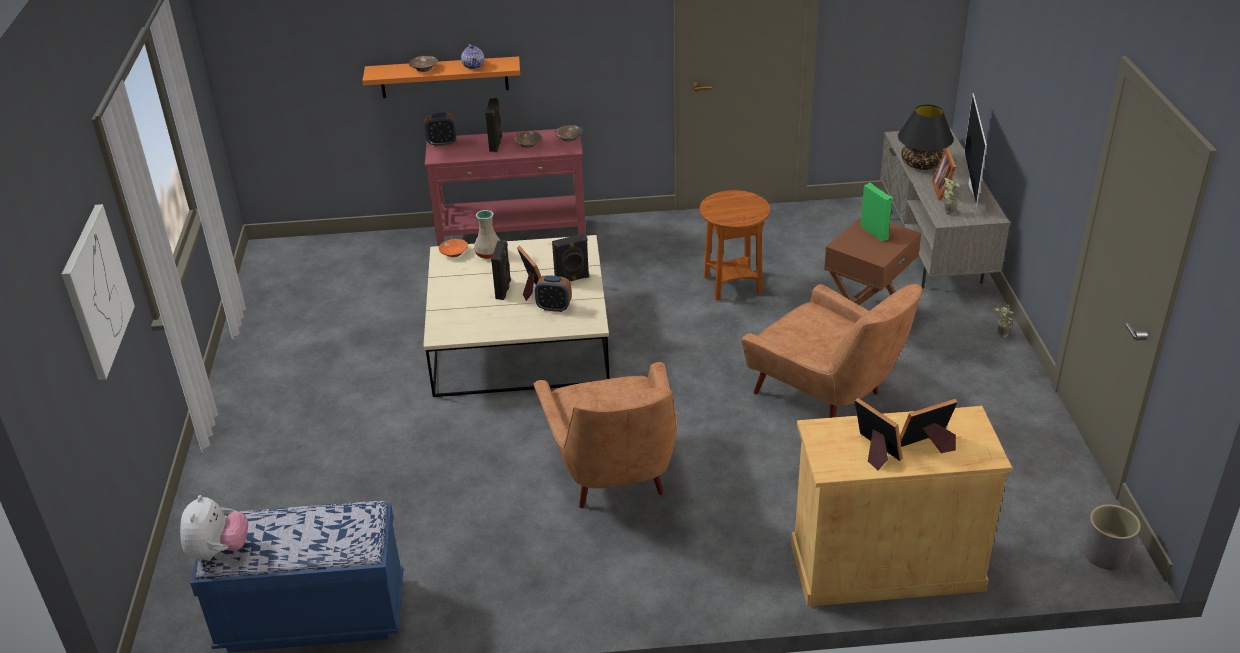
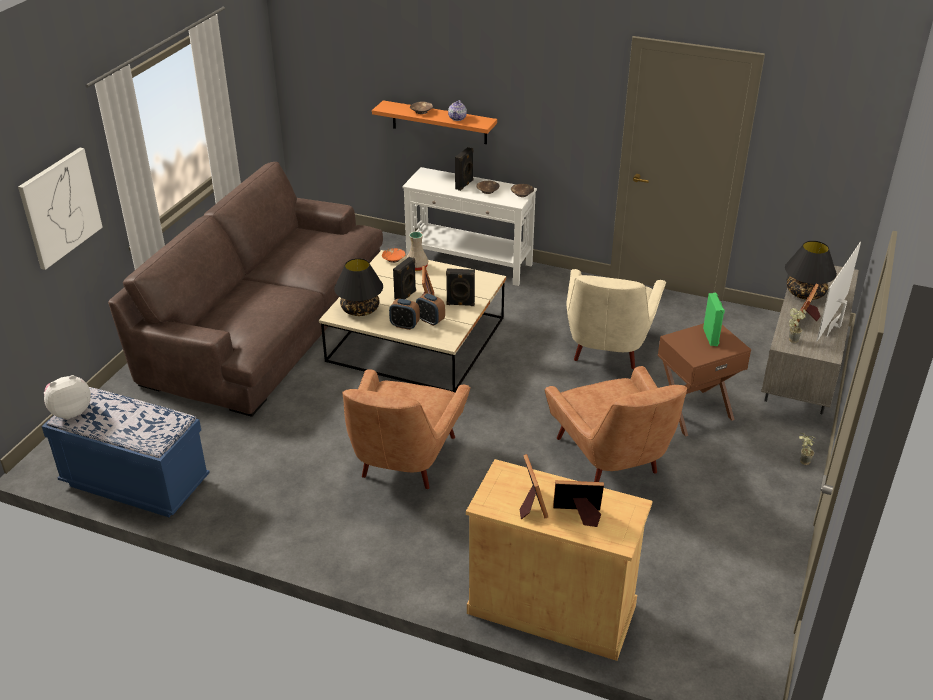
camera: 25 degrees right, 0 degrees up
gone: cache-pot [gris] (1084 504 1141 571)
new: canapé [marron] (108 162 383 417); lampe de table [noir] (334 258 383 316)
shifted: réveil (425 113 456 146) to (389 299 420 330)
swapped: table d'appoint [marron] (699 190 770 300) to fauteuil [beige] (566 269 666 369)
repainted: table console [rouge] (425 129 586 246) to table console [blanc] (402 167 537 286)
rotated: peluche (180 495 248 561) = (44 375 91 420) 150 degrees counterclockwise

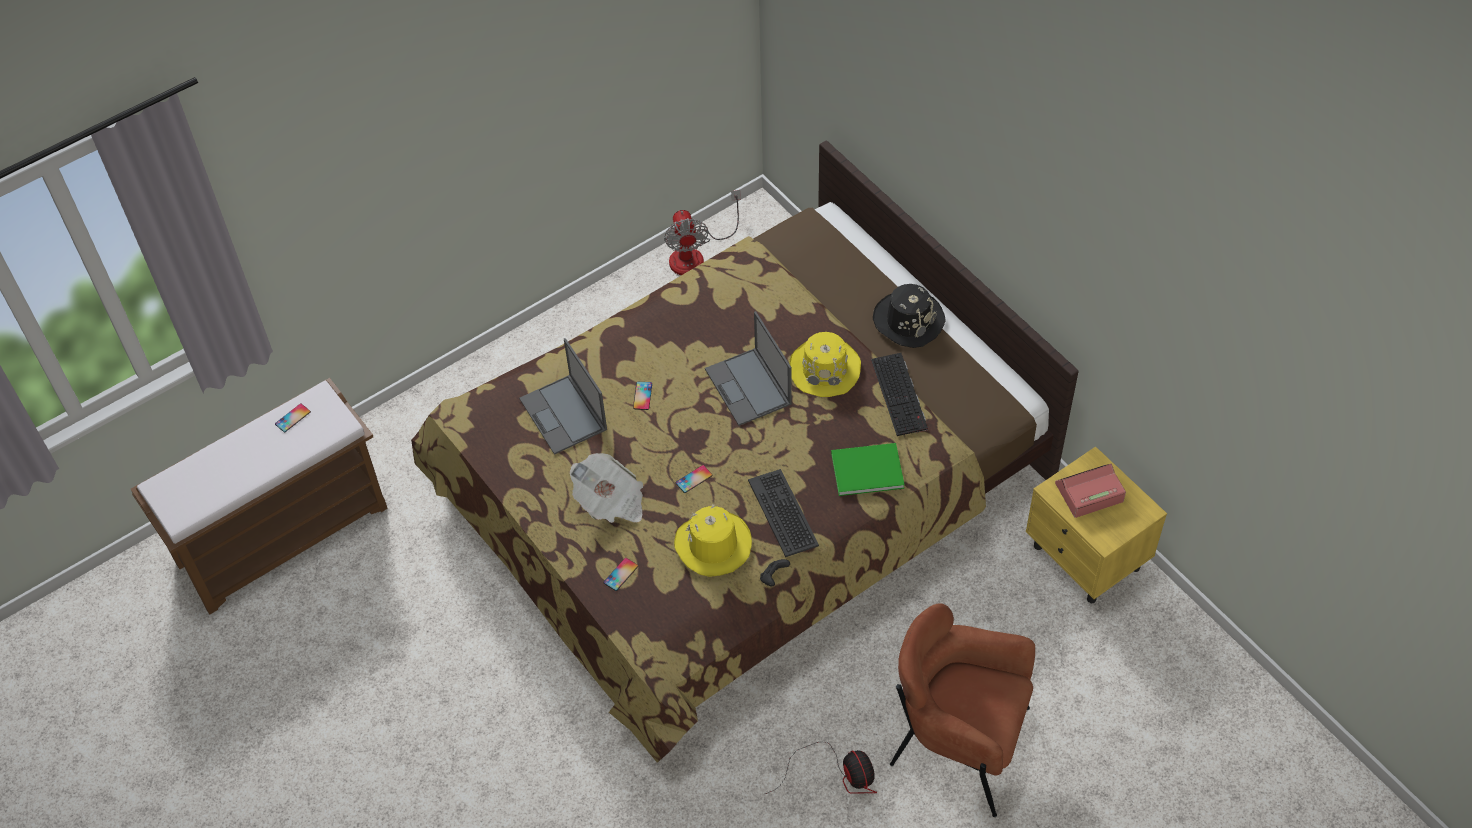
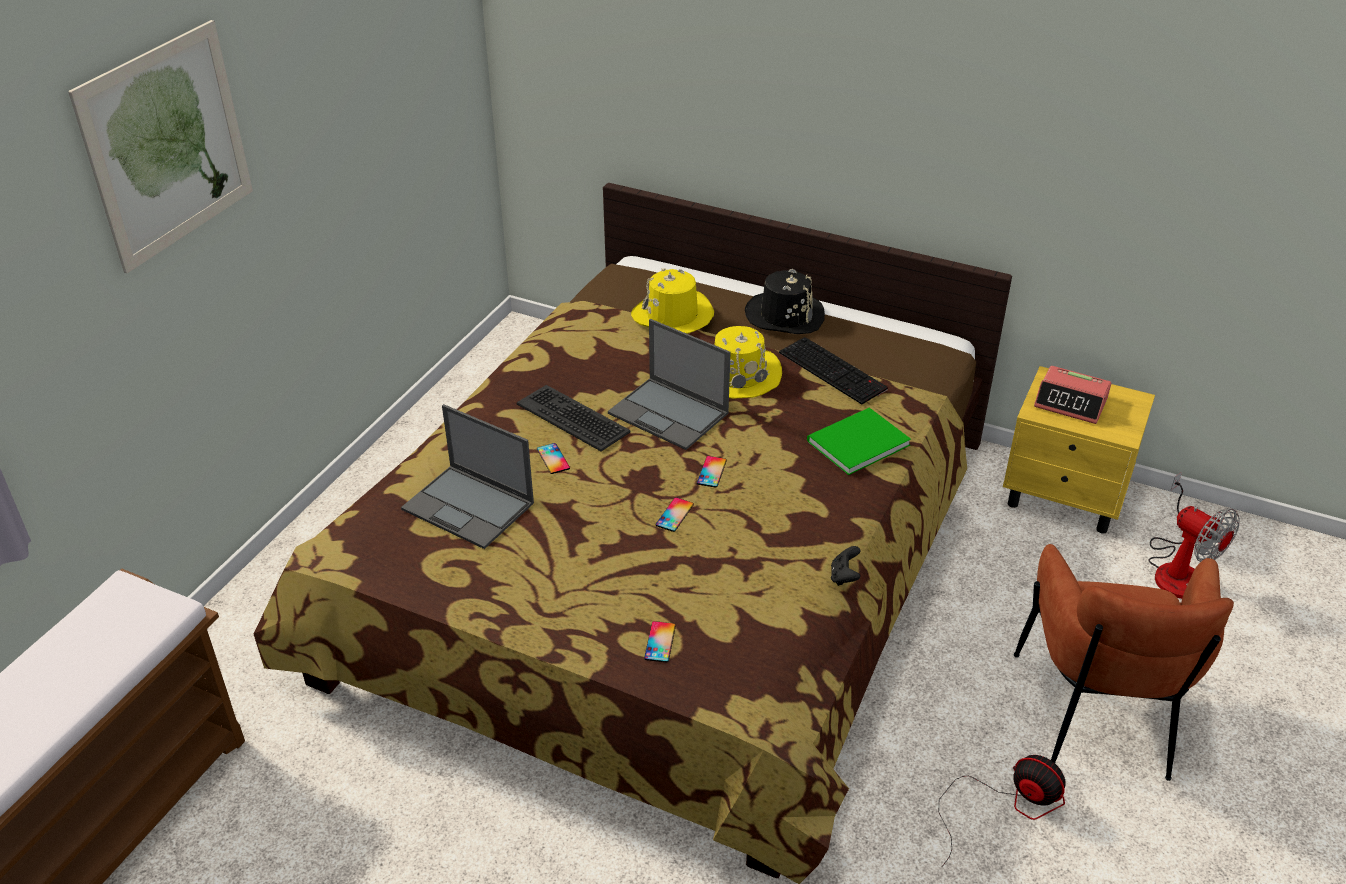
camera: 30 degrees left, 15 degrees down
gone: journal (570 453 643 523)
new: tableau (68 20 253 273)
shifted: téléphone (275 403 311 432) to (697 456 727 488); ventilateur (664 190 741 275) to (1148 472 1240 599); chapeau [jaune] (674 504 752 577) to (631 268 714 334); clavier (748 469 819 557) to (516 385 631 452)
rotated: fauteuil [marron] (890 604 1035 817) = (1014 544 1234 781) 75 degrees counterclockwise; réveil (1055 464 1126 518) = (1034 366 1112 424) 105 degrees counterclockwise

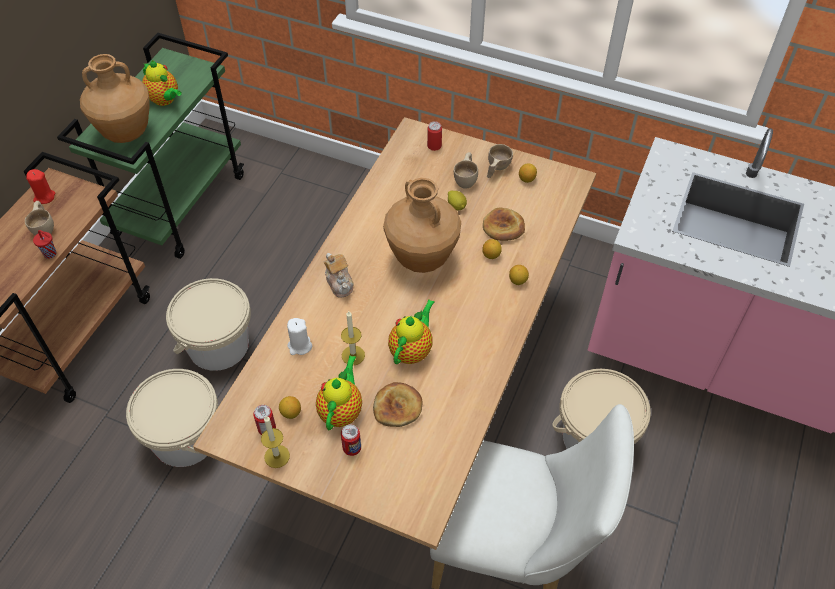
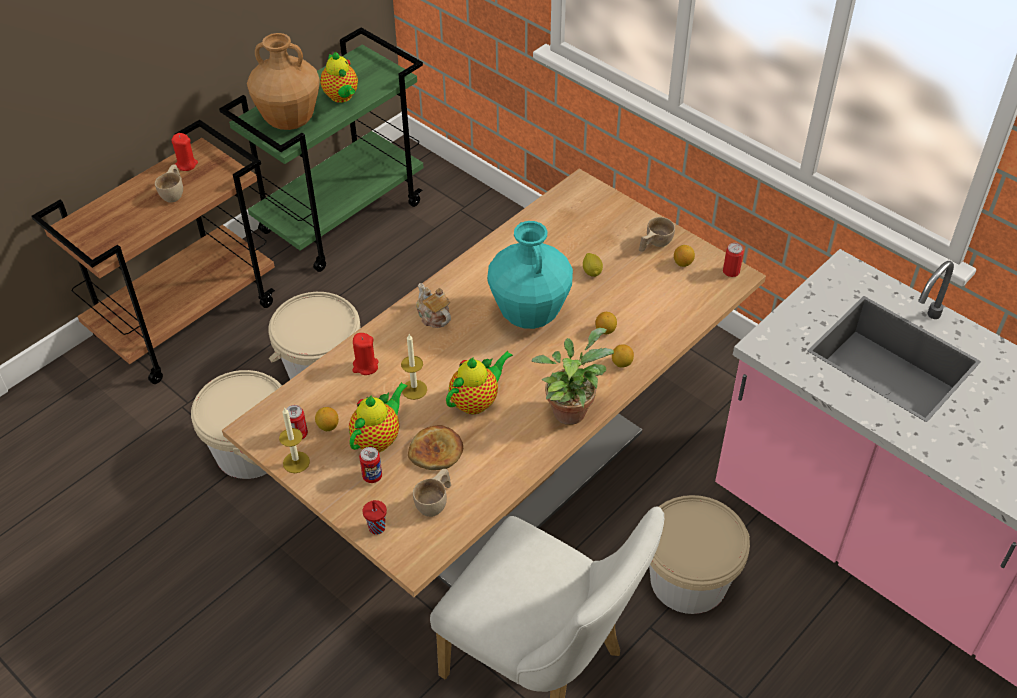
camera: 20 degrees right, 5 degrees down
gone: pain (483 208 525 241)
new: plante en pot (532 328 614 425)
shifted: tasse [rouge] (33 230 56 259) to (362 500 387 535); boîte métallique (427 121 442 151) to (723 243 744 277); tasse [beige] (454 152 478 189) to (413 469 451 517)
repainted: bougie [blanc] (287 318 312 355) to bougie [rouge] (352 333 379 375); vase [marron] (383 178 461 273) to vase [turquoise] (487 221 573 329)
rotated: théière (324 253 354 298) = (416 283 451 328) 150 degrees clockwise

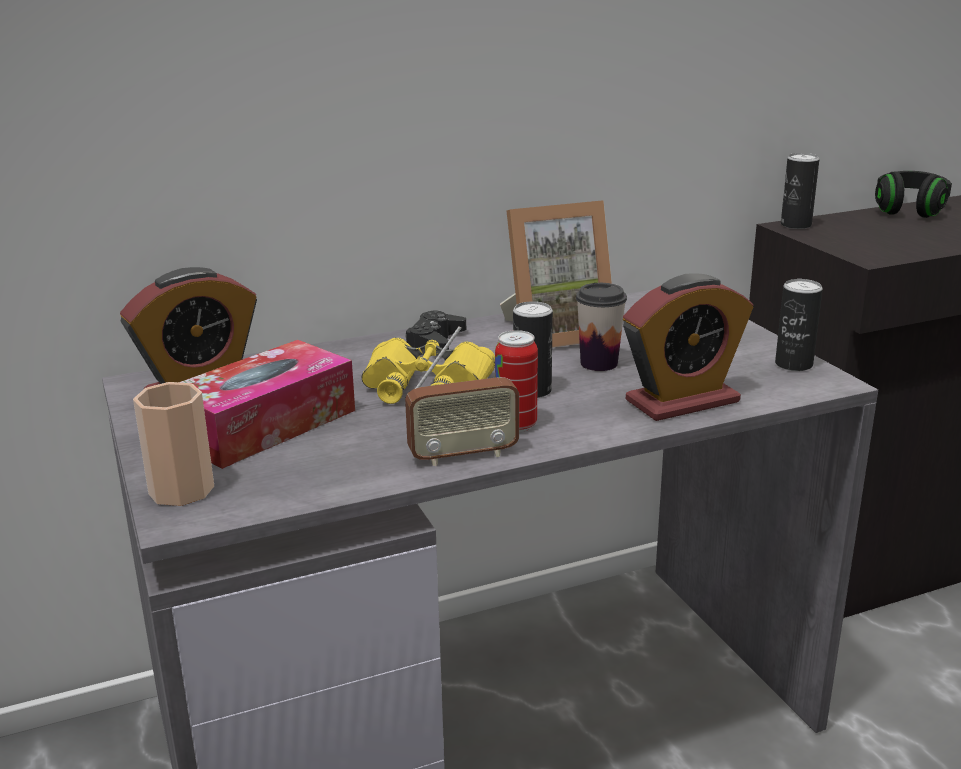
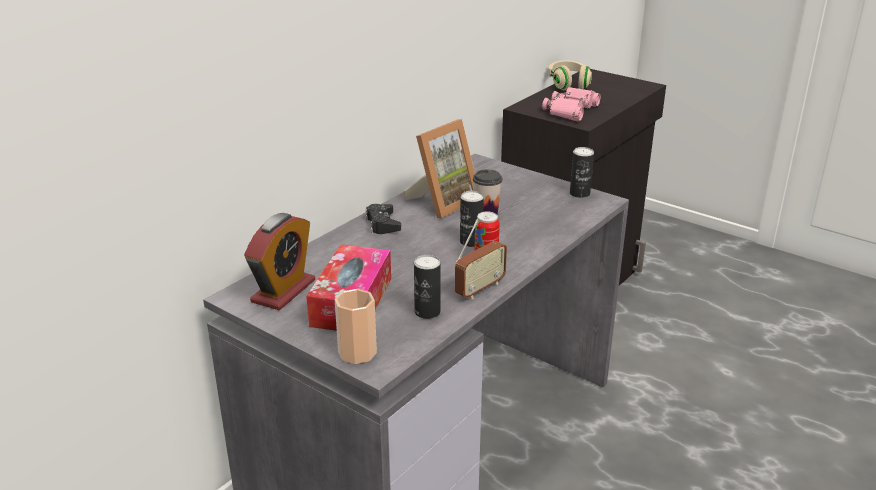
camera: 30 degrees left, 5 degrees up
gone: jumelles [jaune] (362 337 495 404); réveil (623 273 754 421)
new: jumelles [rose] (542 87 601 122)
shifted: boîte métallique (781 153 819 229) to (414 255 441 319)
repainted: casque audio [noir] (875 171 952 218) to casque audio [beige] (548 60 592 90)

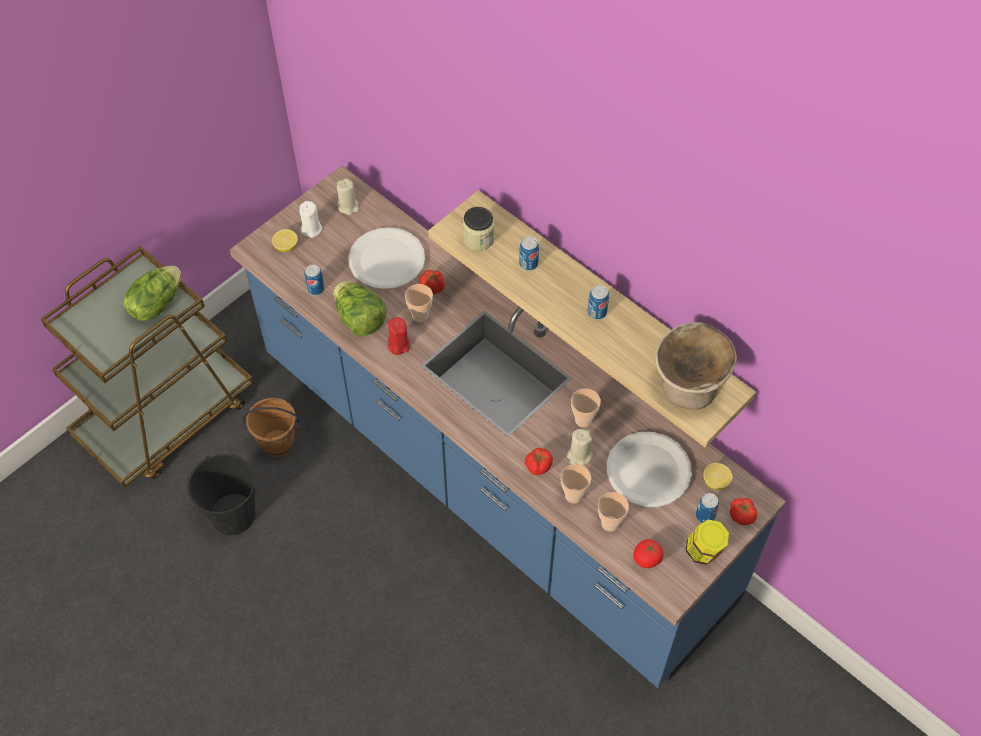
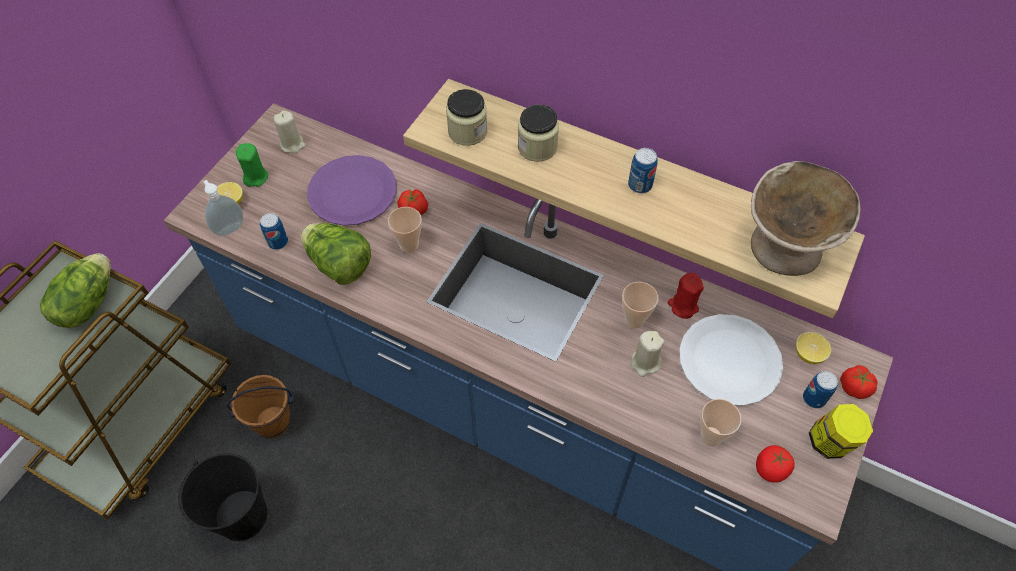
camera: 15 degrees left, 0 degrees up
gone: tomate (525 447 553 475); tasse (560 464 591 503)
new: distributeur de savon (204 180 244 236)
shifted: bougie [rouge] (388 317 410 355) to (668 273 704 319)
swapped: boîte métallique (519 236 539 271) to bocal (518 105 559 162)
repainted: bougie [blanc] (299 201 322 238) to bougie [vert] (236 143 268 187); assiette [blanc] (348 227 425 289) to assiette [violet] (307 155 397 226)

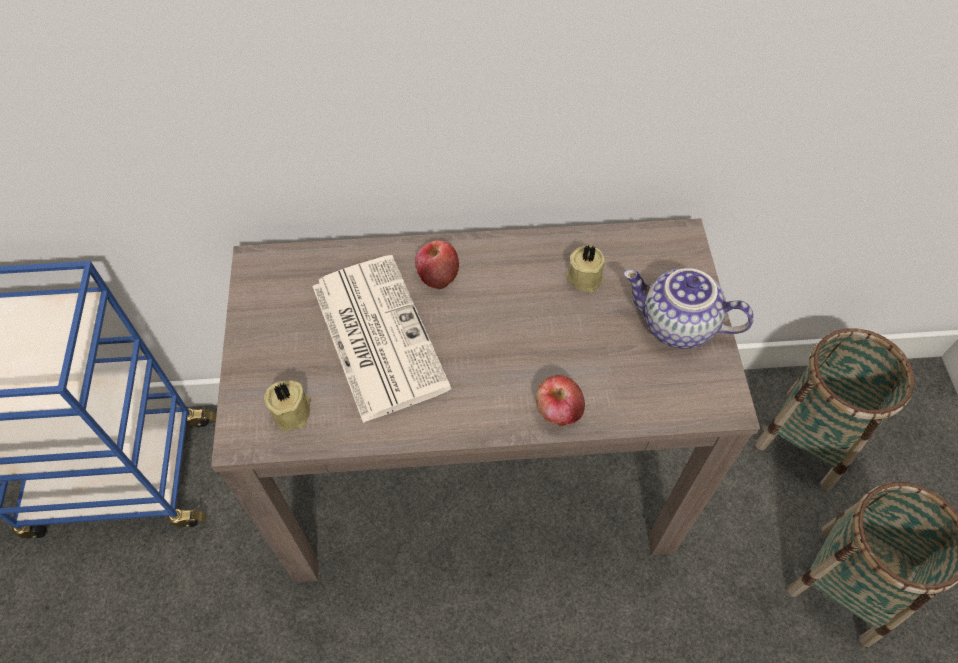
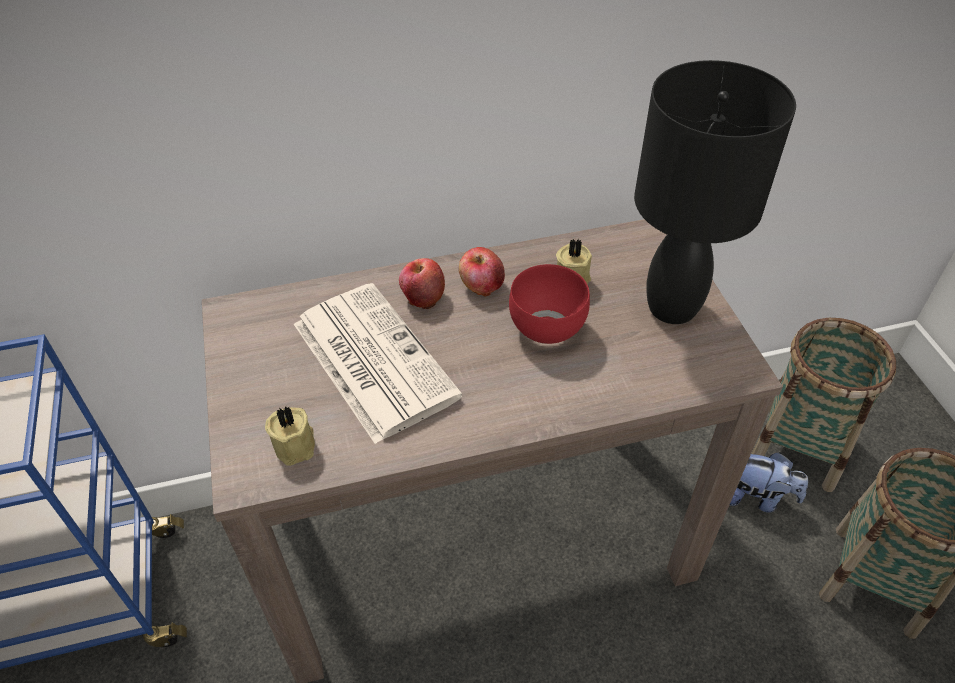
camera: 10 degrees left, 10 degrees down
new: bol [rouge] (509 264 590 344); peluche (730 452 808 513)
shifted: pomme (536 375 585 427) to (459 247 505 297)
swapped: théière (623 268 754 348) to lampe de table [noir] (634 60 796 324)

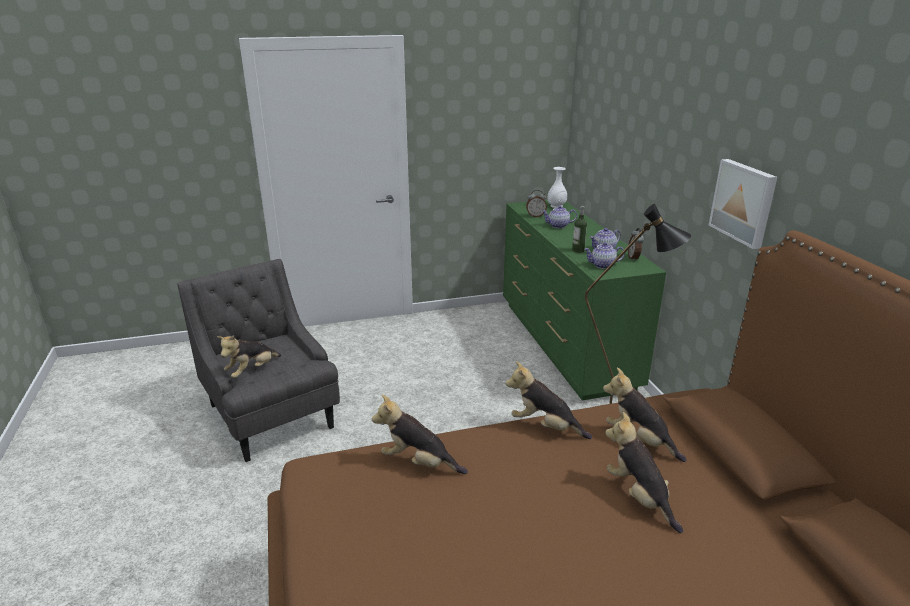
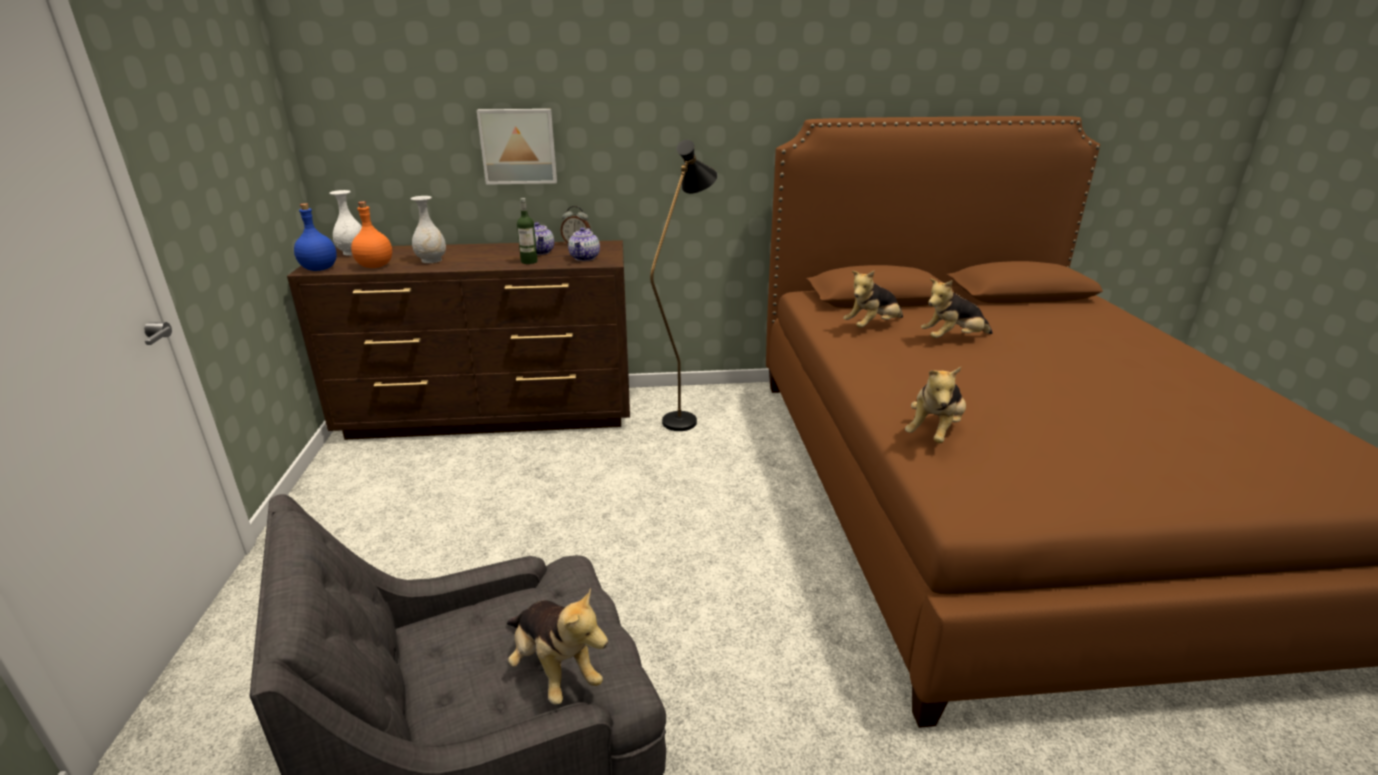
camera: 80 degrees left, 0 degrees up
gone: peluche (505 361 592 439)
new: bouteille [bleu] (294 203 337 271)
shifted: tableau (709 159 777 249) to (477 109 557 185)
swapped: réveil (526 190 547 217) to bouteille [orange] (351 201 392 268); théière (542 206 577 228) to vase [blanc] (411 196 446 263)
repainted: commode [vert] (503 200 666 401) to commode [marron] (287 240 630 440)

